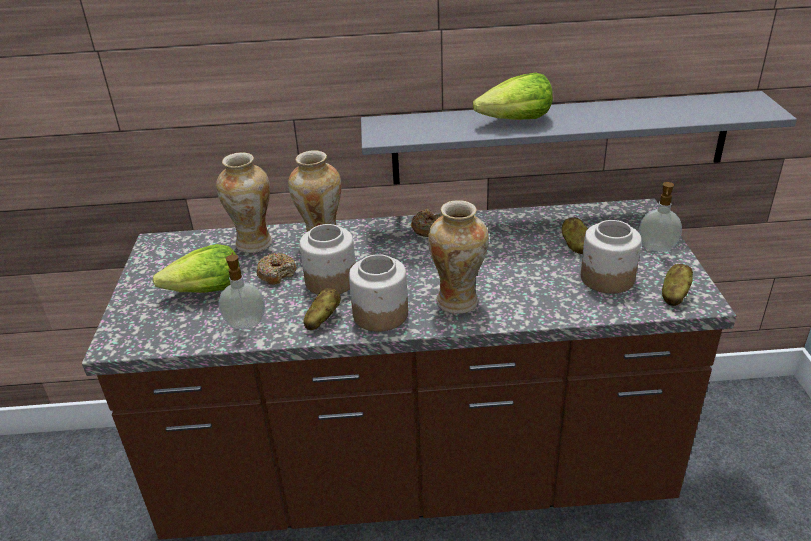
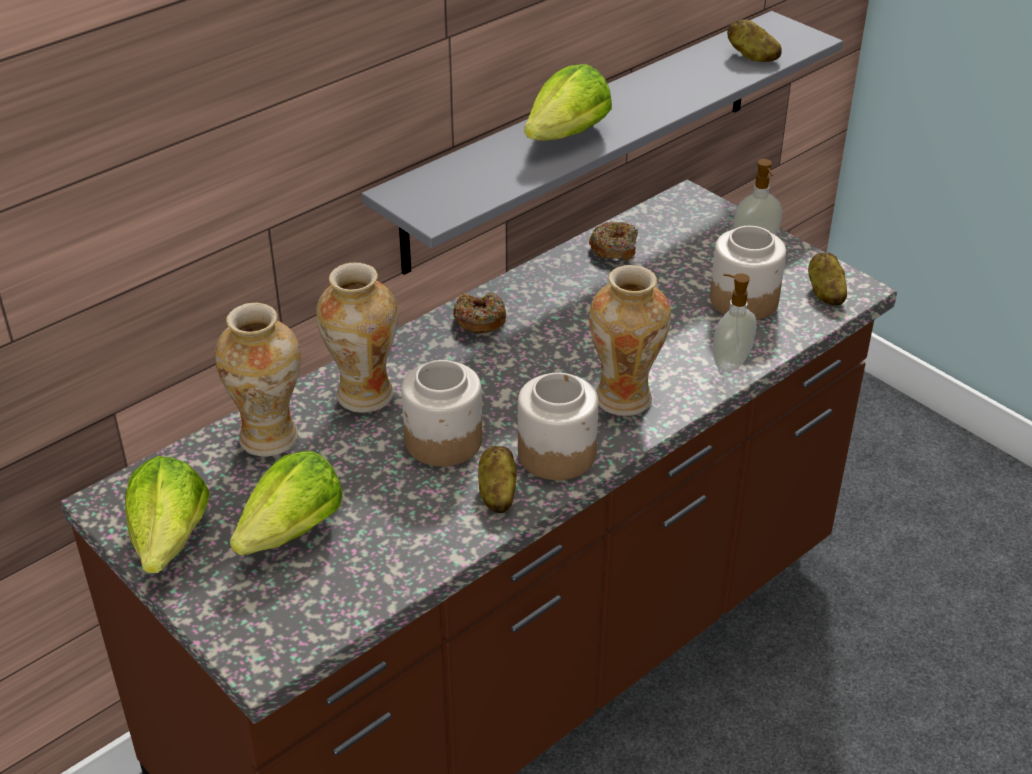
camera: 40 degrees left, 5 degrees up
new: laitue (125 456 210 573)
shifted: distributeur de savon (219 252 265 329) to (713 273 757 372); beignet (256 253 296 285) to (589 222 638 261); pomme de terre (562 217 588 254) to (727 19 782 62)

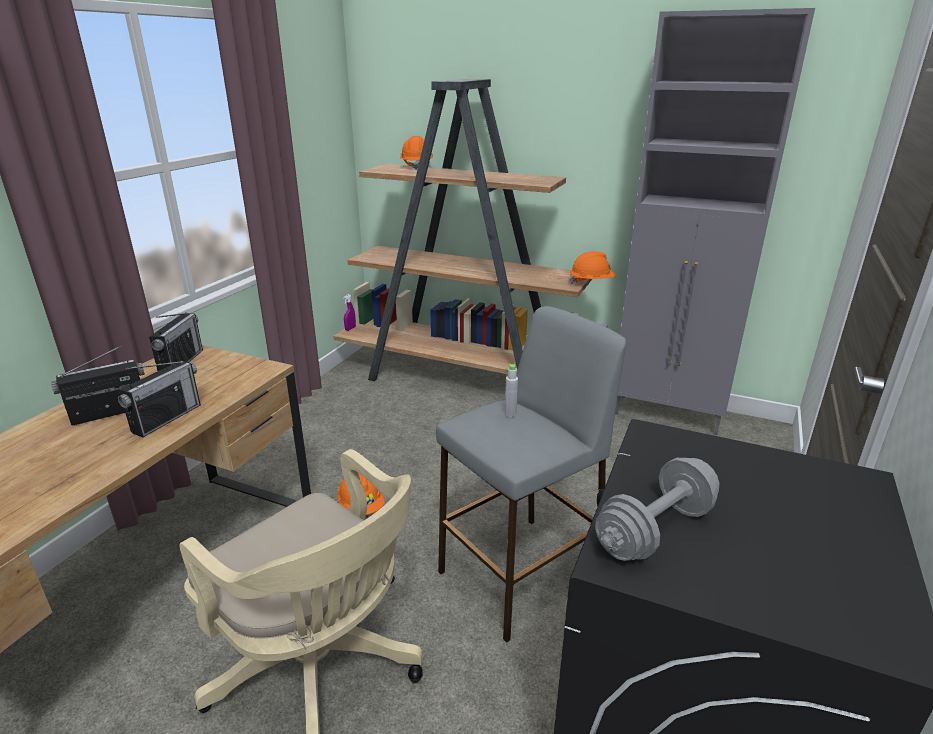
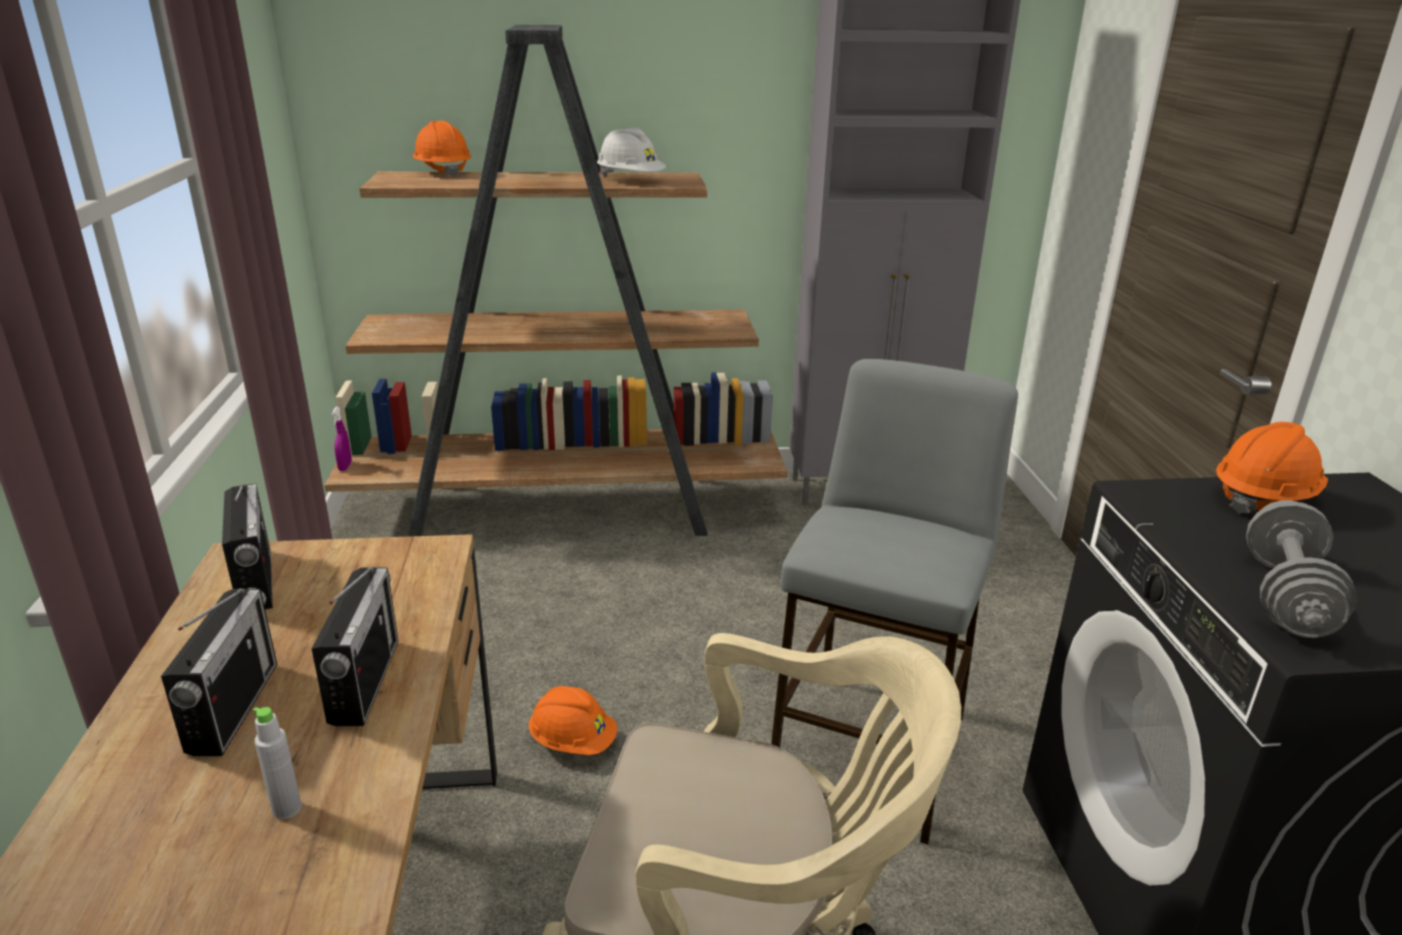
camera: 30 degrees left, 0 degrees up
new: casque de chantier [blanc] (597 128 666 176)
shifted: bouteille [gris] (505 364 518 417) to (253 707 302 819); casque de chantier [orange] (569 251 616 284) to (1216 422 1328 515)
rotated: radio (51 345 145 426) = (161 588 277 756) 150 degrees clockwise

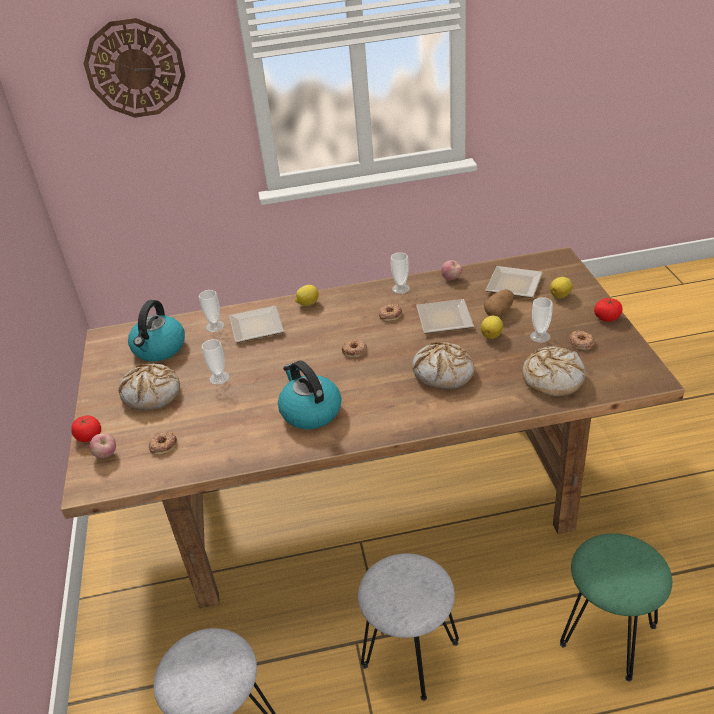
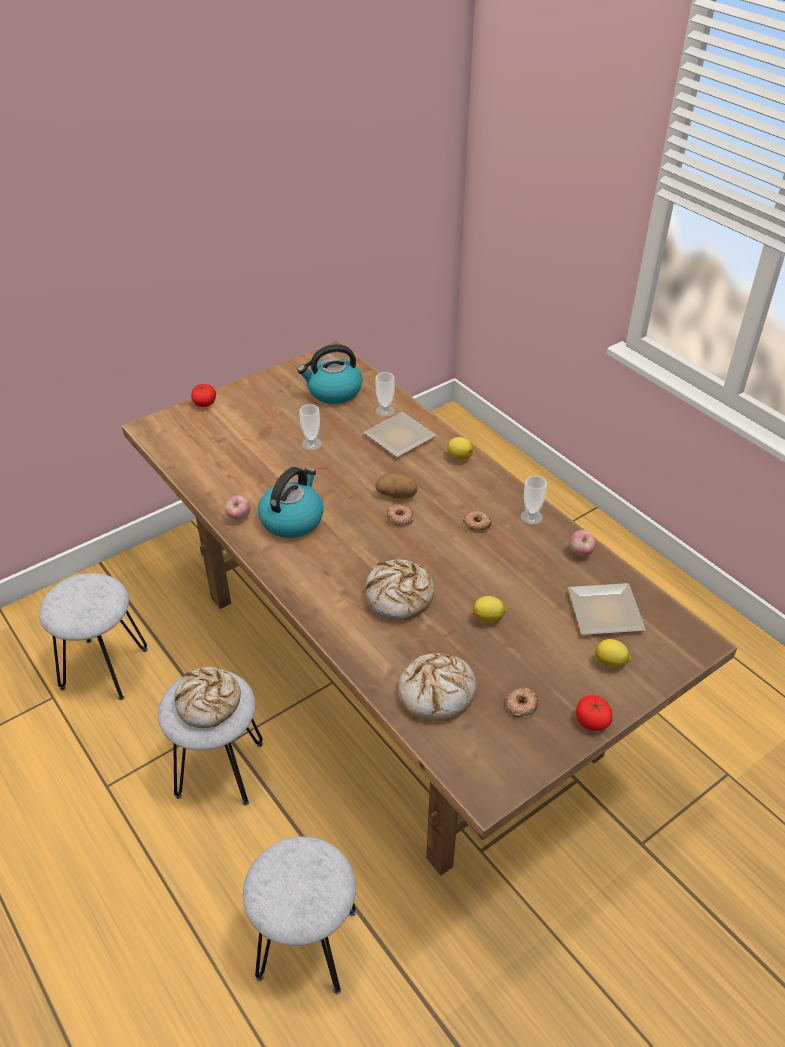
camera: 60 degrees right, 5 degrees up
gone: horloge murale (83 18 186 118); beignet (149 432 177 455); assiette (416 299 474 334); tasse (530 297 553 343)
shifted: pomme (89 434 116 458) to (225 495 251 520); pain (118 363 180 410) to (174 667 241 728); pomme de terre (484 289 514 317) to (375 473 417 499)
repainted: tabouret [vert] (560 533 672 682) to tabouret [gris] (243 836 356 994)

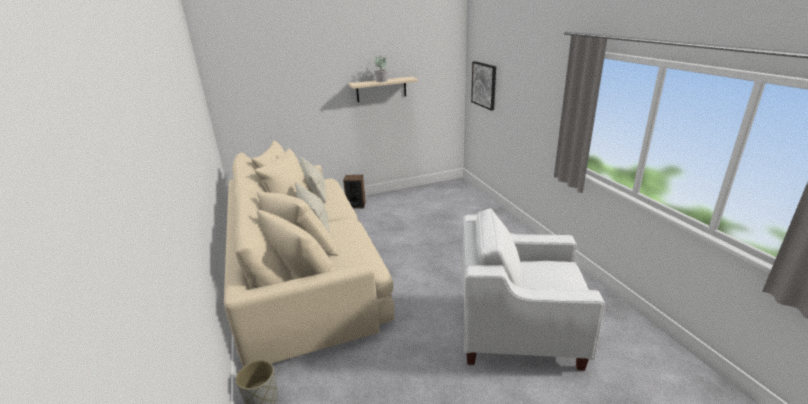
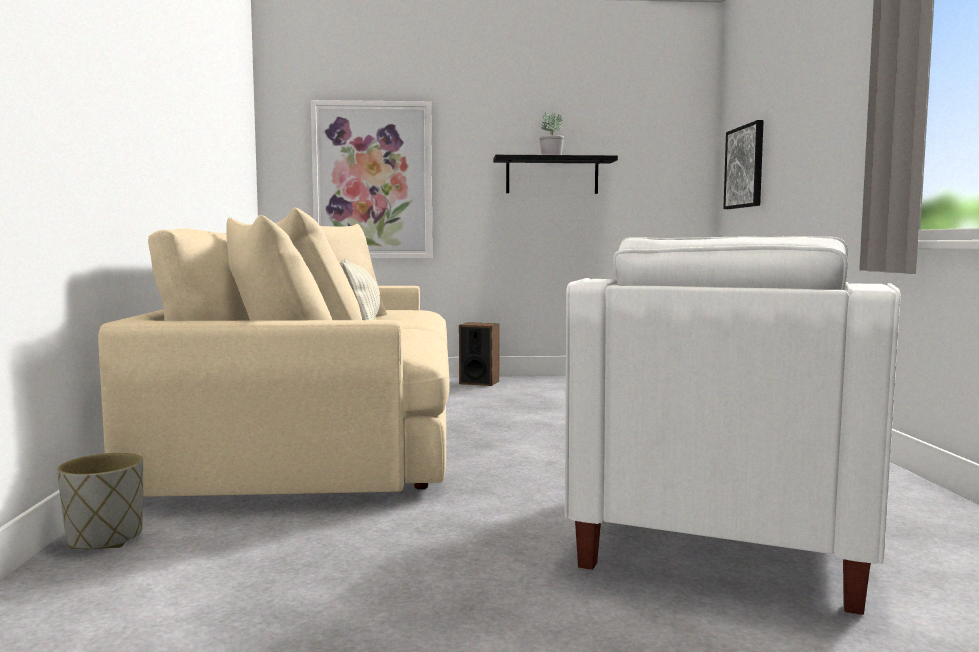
camera: 15 degrees right, 20 degrees down
gone: coussin (300 157 326 203)
new: tableau (311 100 433 258)
repainted: étagère [beige] (349 76 418 102) to étagère [noir] (493 155 618 194)
rotated: fauteuil [blanc] (462 208 605 371) = (565 236 901 615) 90 degrees counterclockwise

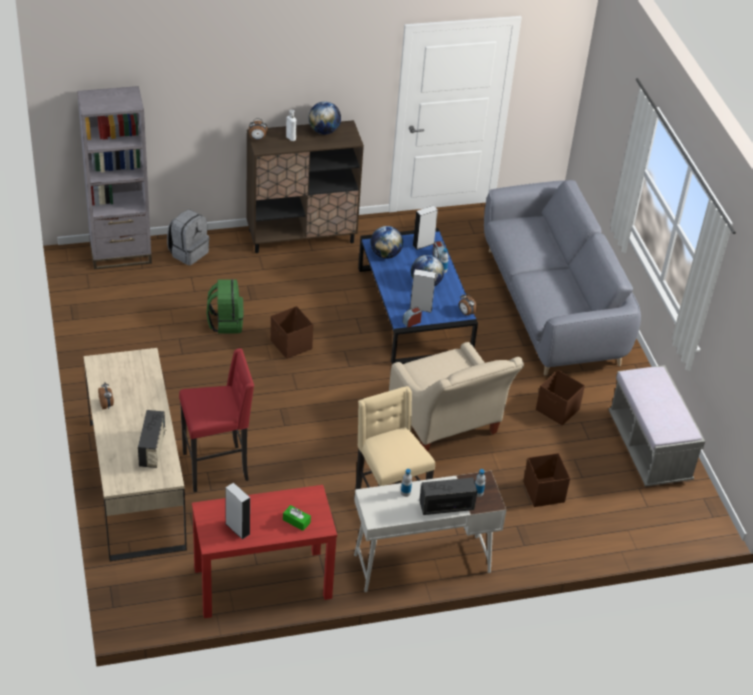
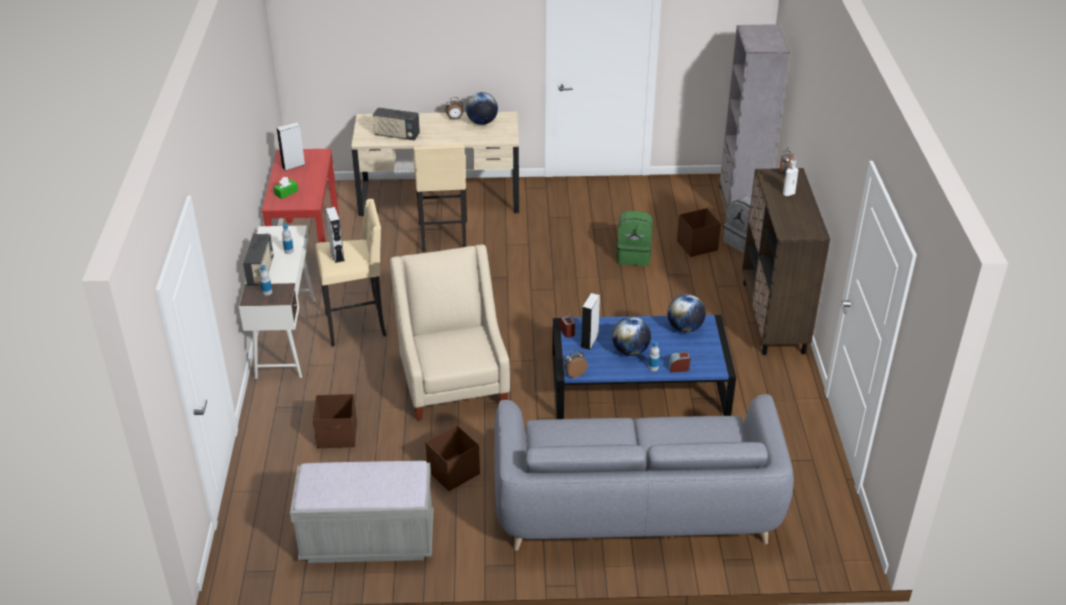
camera: 105 degrees right, 5 degrees down
shifted: boîte de rangement [marron] (270 306 313 359) to (677 208 721 257); globe (309 101 341 135) to (466 92 498 125); enceinte [gris] (413 206 438 250) to (326 207 345 263)
repainted: tabouret [rouge] (179 348 254 492) to tabouret [beige] (413 144 467 252)
rotated: fauteuil [beige] (389 342 524 452) = (390 244 510 421) 90 degrees clockwise

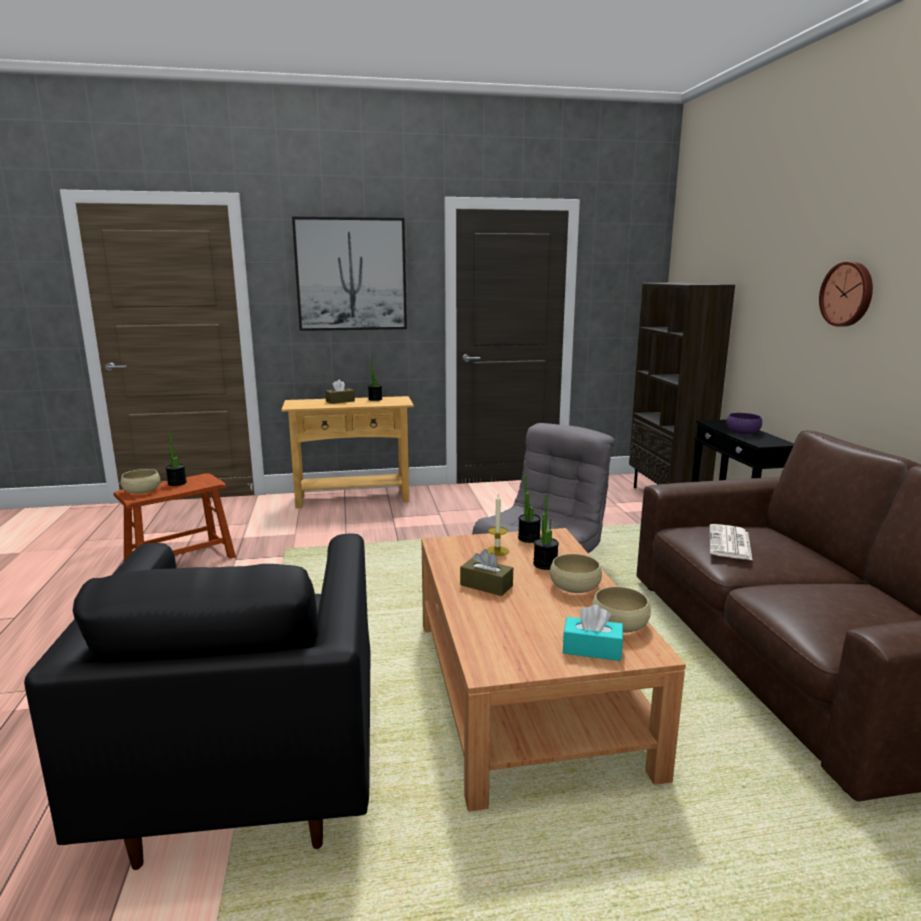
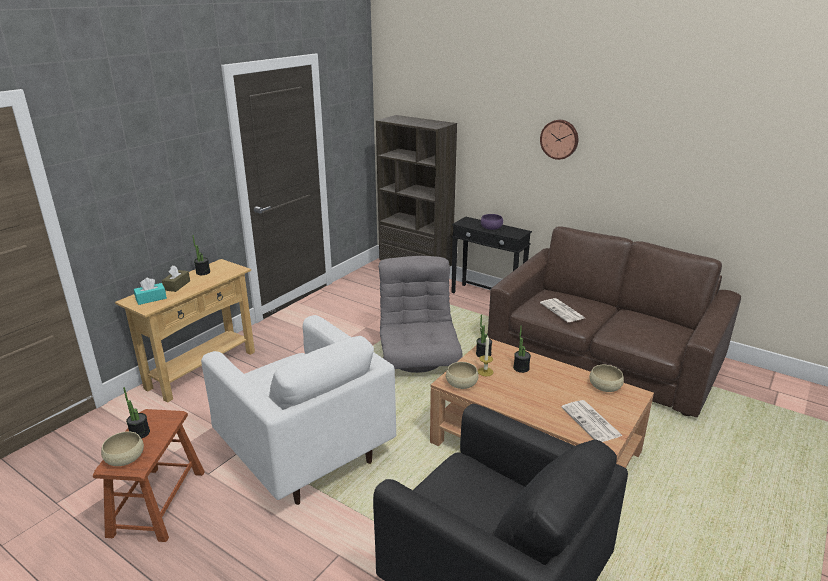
camera: 45 degrees left, 10 degrees up
gone: tableau (292 217 407 331); boîte à mouchoirs [marron] (460 549 513 596)
new: fauteuil [blanc] (201 315 396 505); journal (561 400 623 442)
shifted: bol [beige] (550 554 602 593) to (446 362 479 389); boîte à mouchoirs [turquoise] (563 605 623 661) to (134 278 167 305)

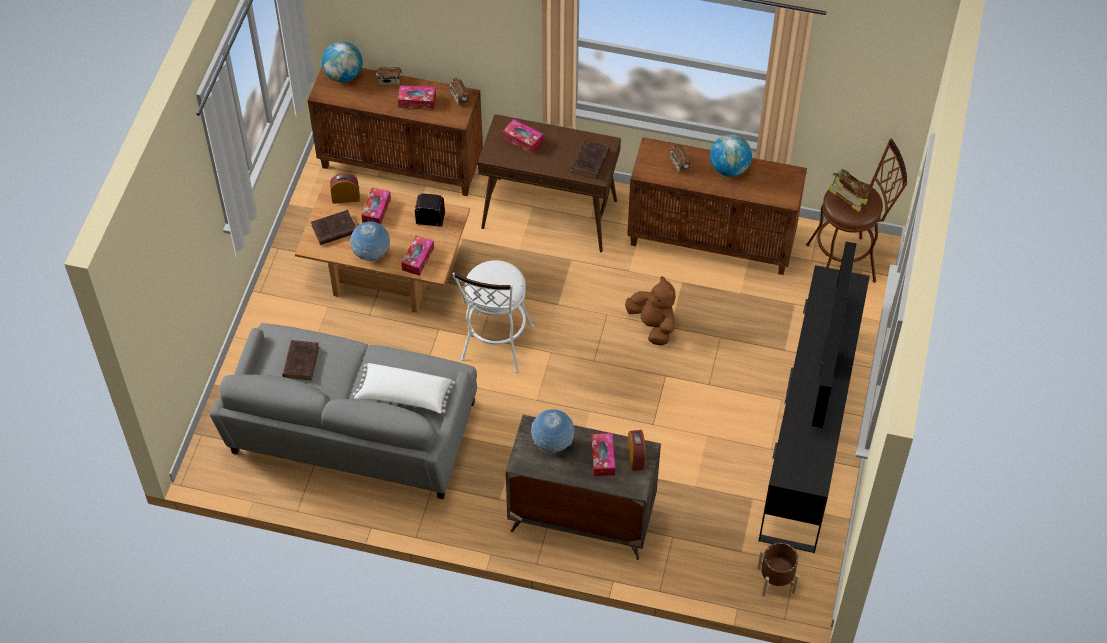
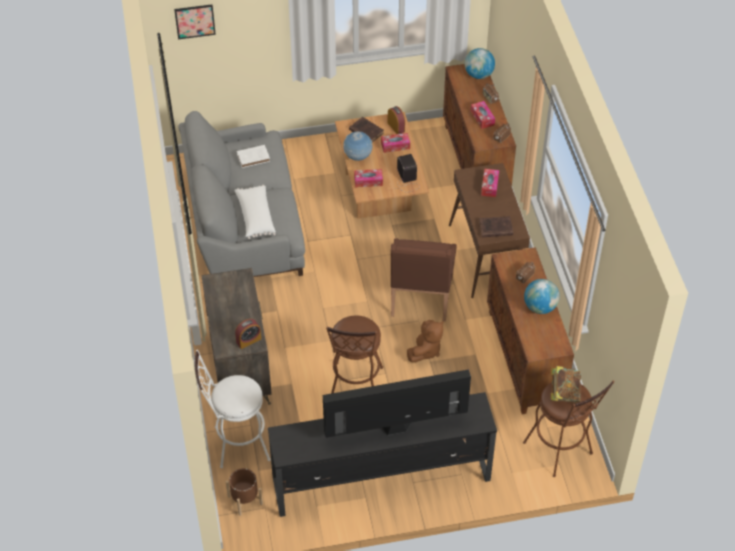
camera: 65 degrees right, 5 degrees down
gone: globe (531 409 574 453); boîte à mouchoirs (591 433 615 476)
new: tableau (174 4 216 39); tabouret [marron] (326 316 383 394); fauteuil [marron] (391 238 457 322)
shifted: tabouret [blanc] (452 260 534 373) to (195 350 271 468)
repainted: livre [marron] (283 340 319 380) to livre [blanc] (237 145 270 168)

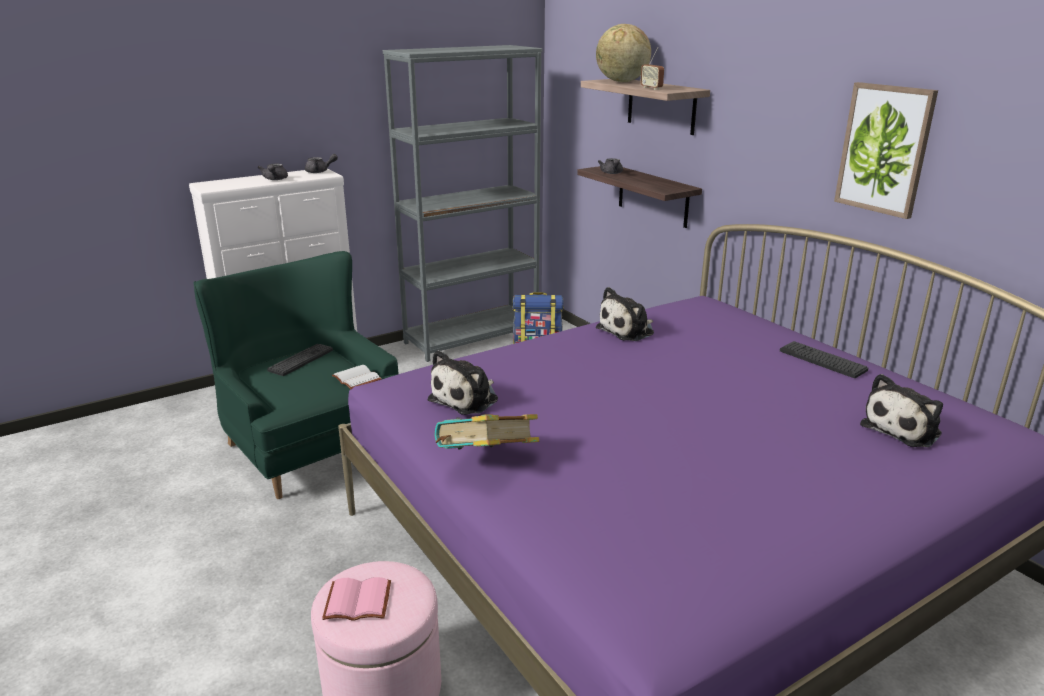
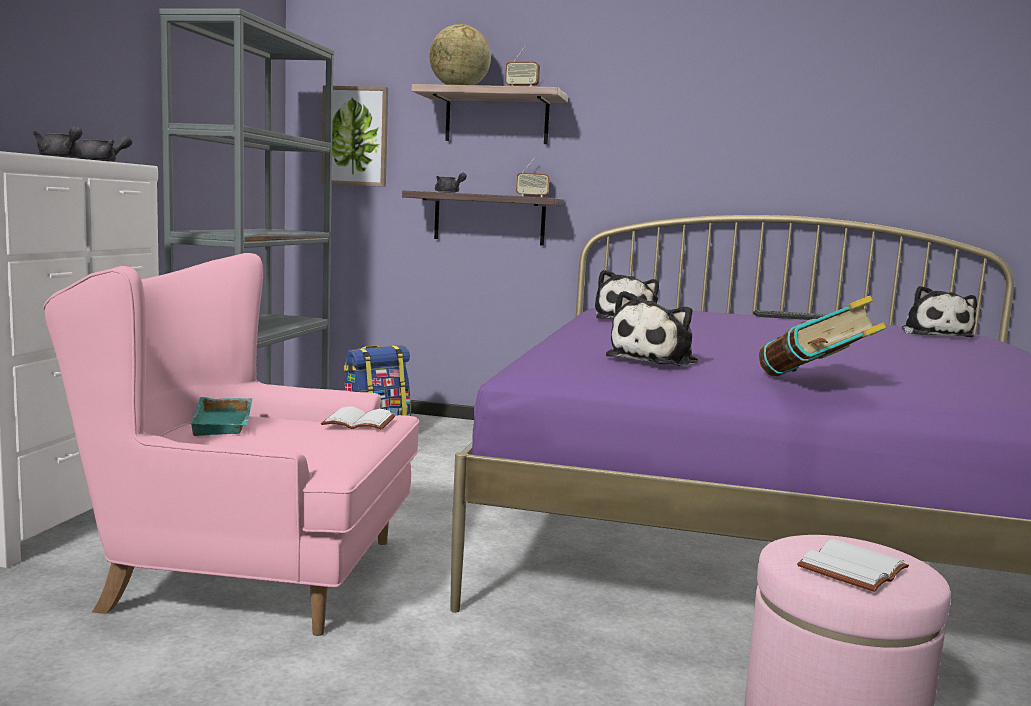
camera: 45 degrees left, 15 degrees down
new: radio (516 157 550 197)
shifted: tableau (834 82 938 219) to (321 85 388 187)
swapped: clavier (267 344 333 376) to plateau [turquoise] (189 397 252 436)
repainted: fauteuil [vert] (194 251 399 499) to fauteuil [rose] (43 253 420 636); livre [rose] (322 577 391 621) to livre [blanc] (797 539 909 592)
rotated: peluche (428 350 498 415) = (606 291 698 366) 45 degrees clockwise

